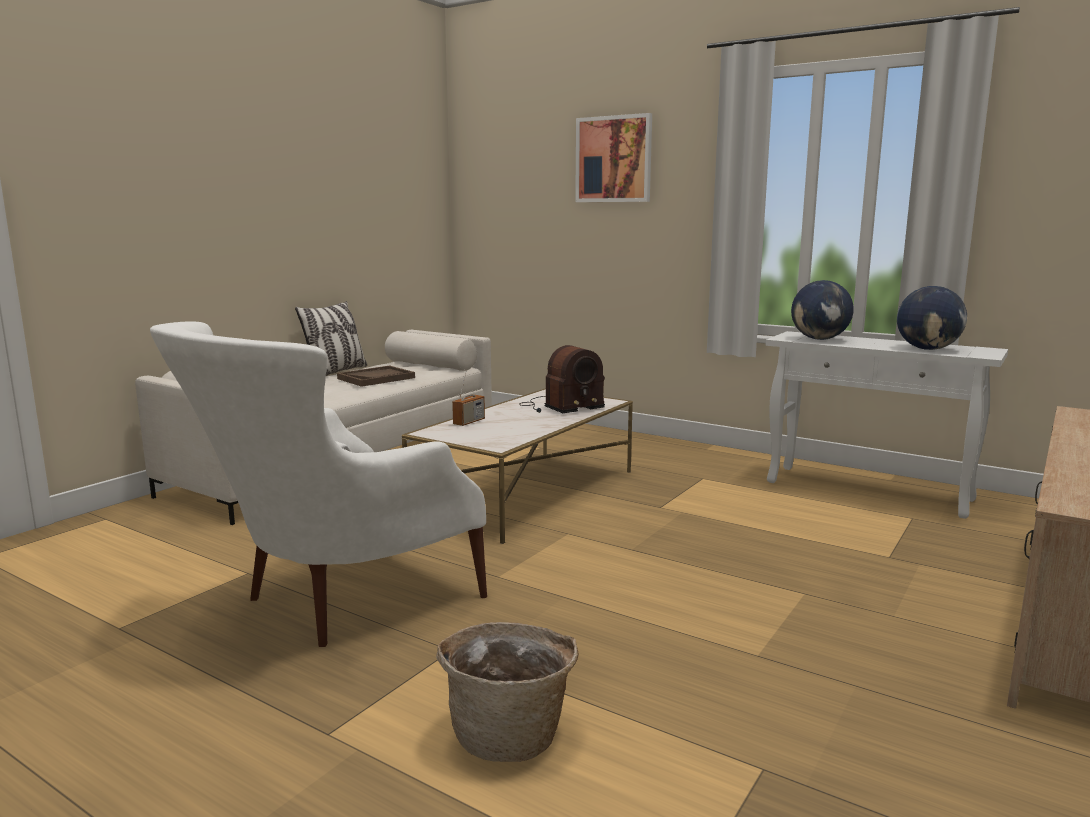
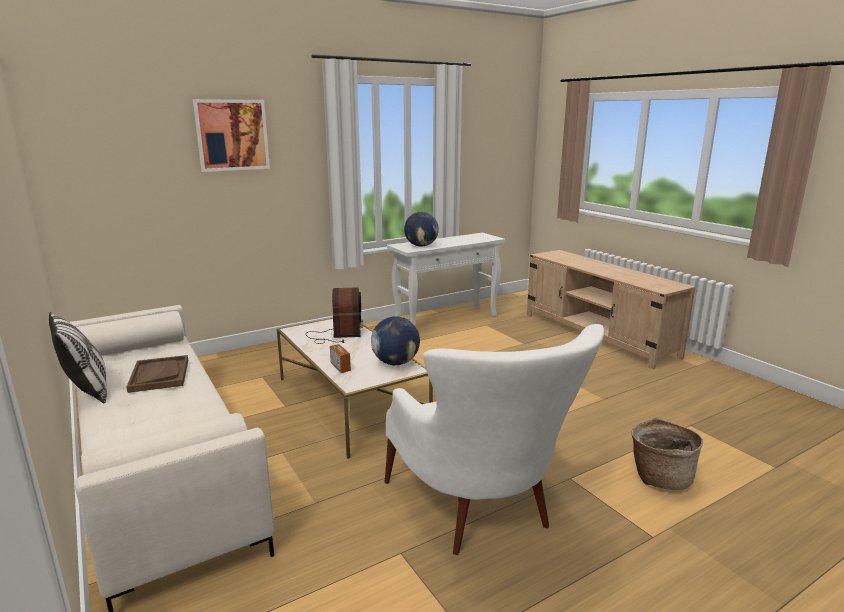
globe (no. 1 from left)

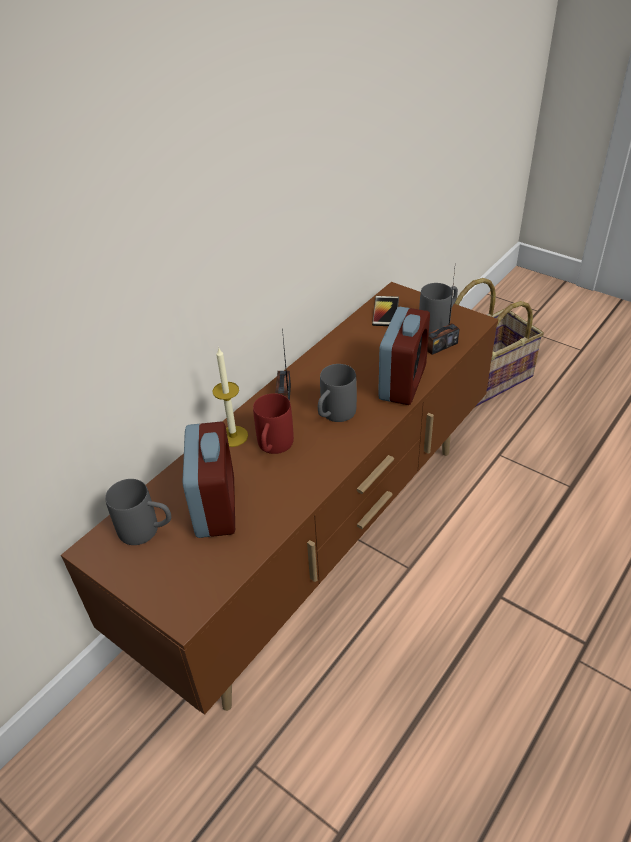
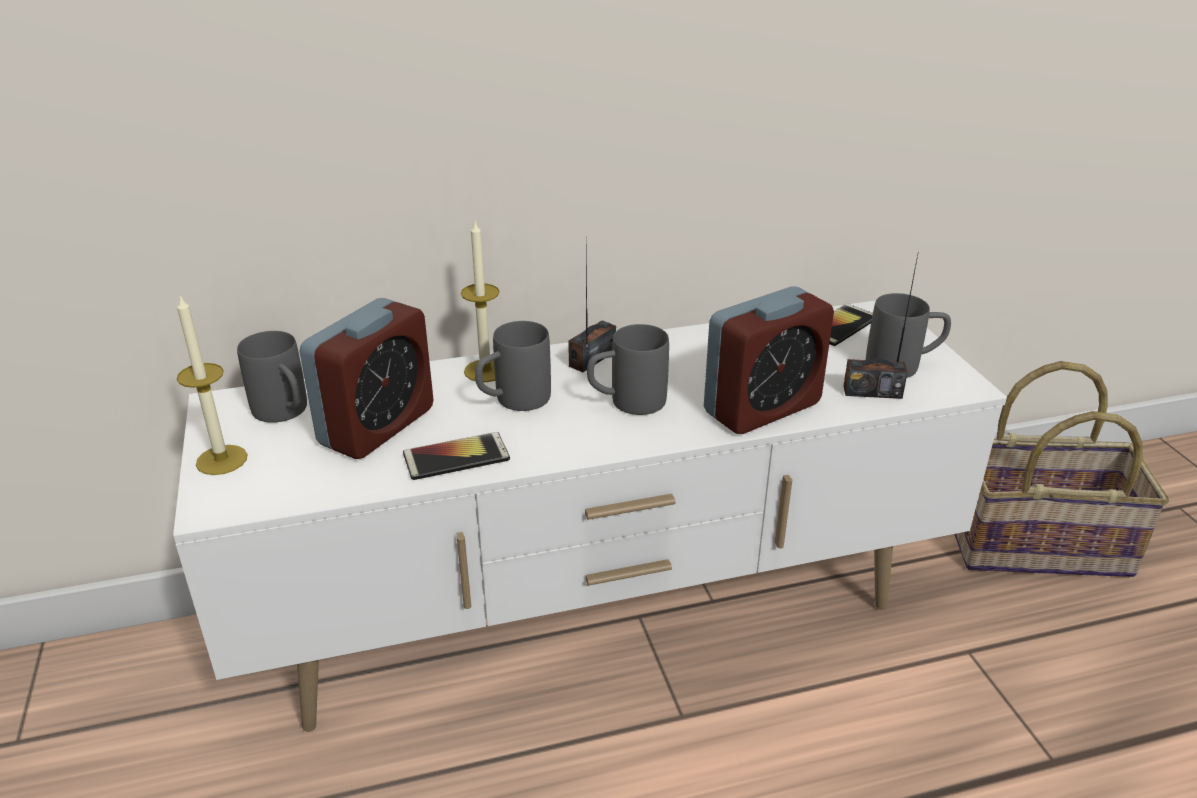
meuble télé (blanc)
mug (gris) (no. 2 from left)
bougie (no. 1 from left)
téléphone (no. 1 from left)

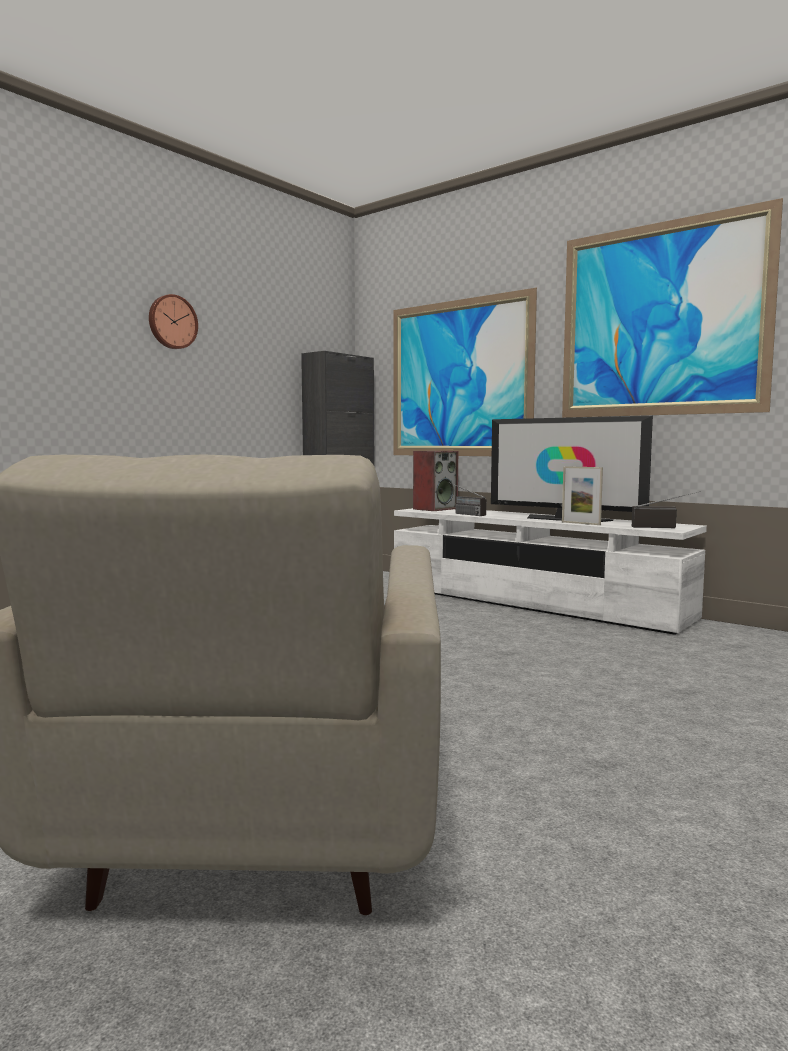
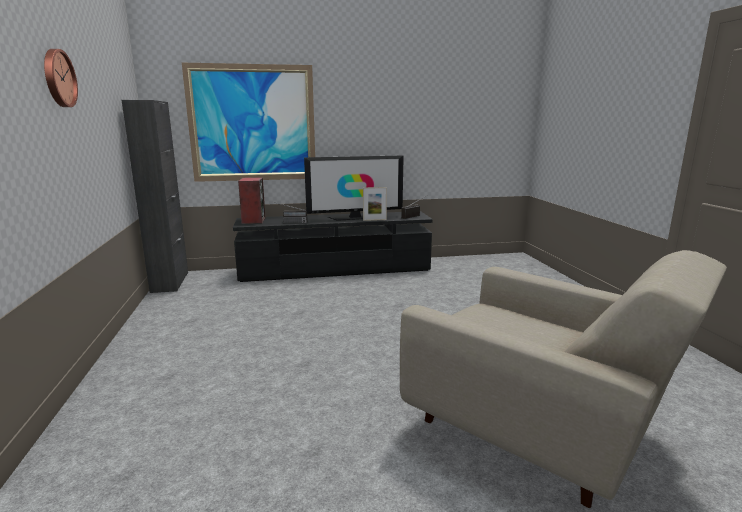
tableau (no. 2 from left in the first image)
meuble télé (noir)

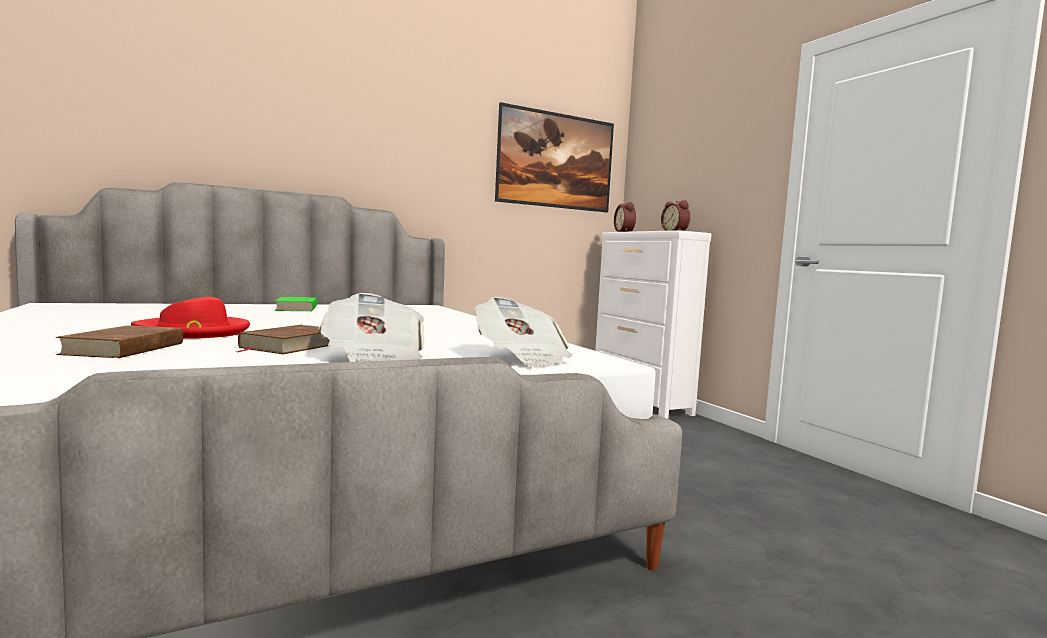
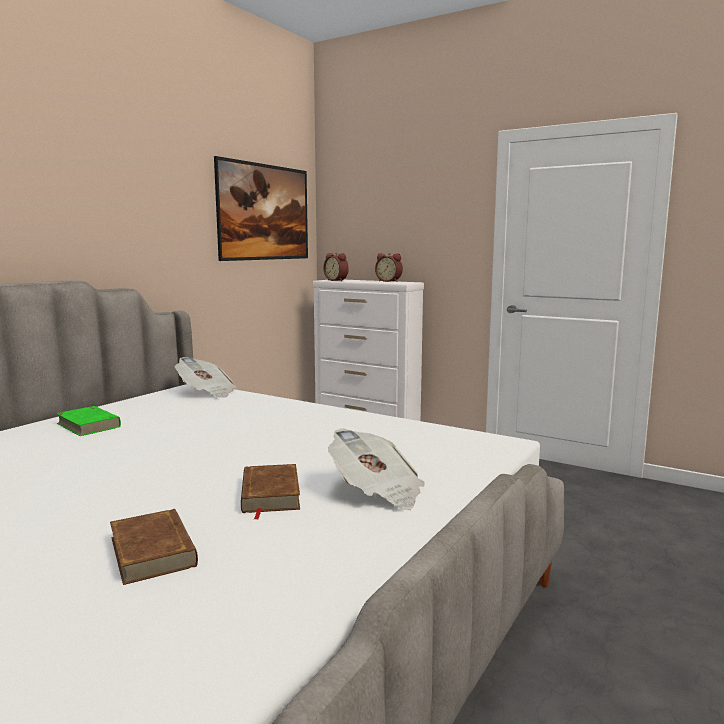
chapeau (rouge)
journal (no. 1 from left)

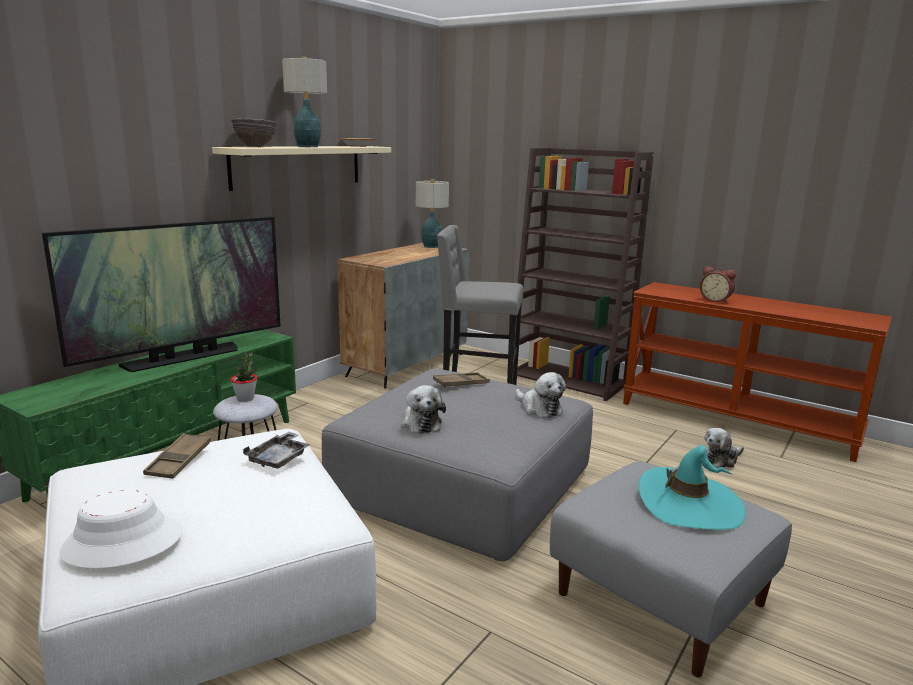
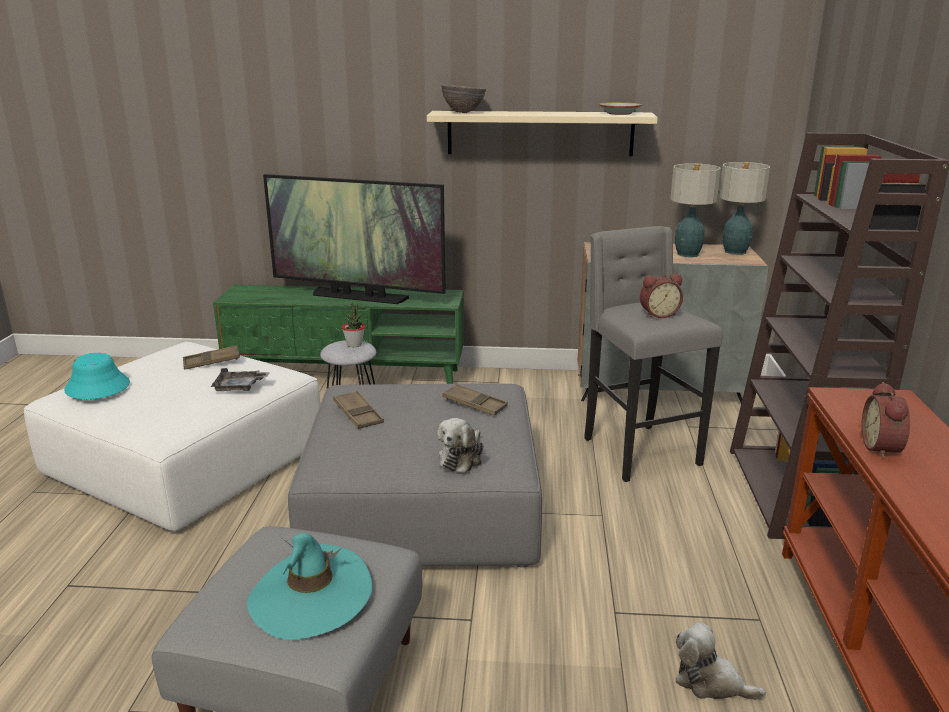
lampe de table (no. 1 from left)
plateau (marron) (no. 2 from left)
chapeau (turquoise) (no. 1 from left)
réveil (no. 1 from left)

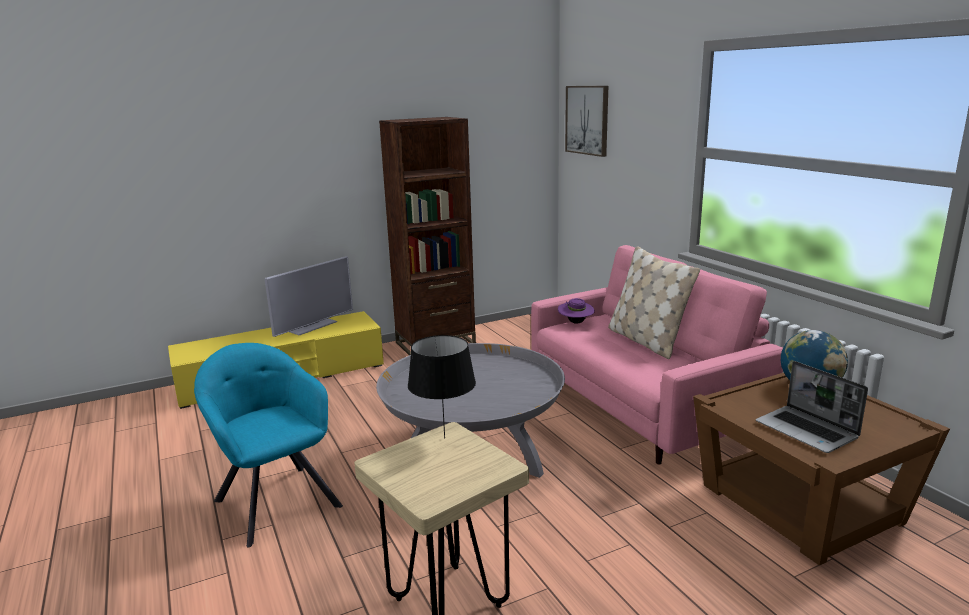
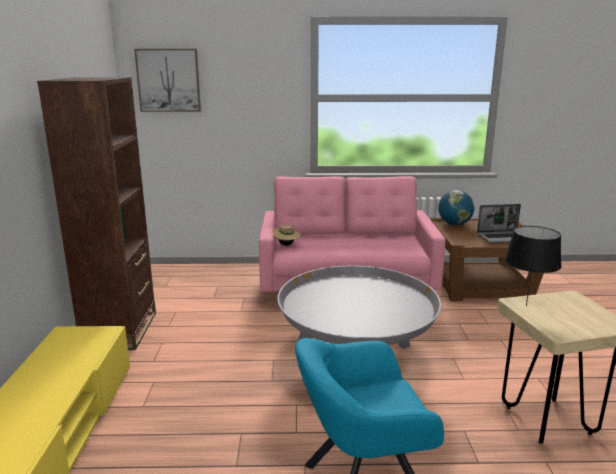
coussin (beige)
téléviseur
chapeau (beige)

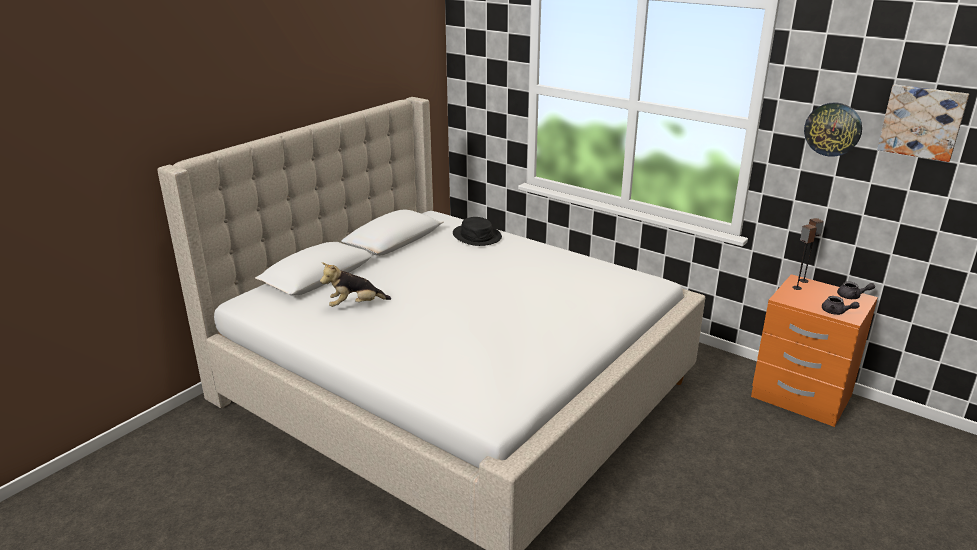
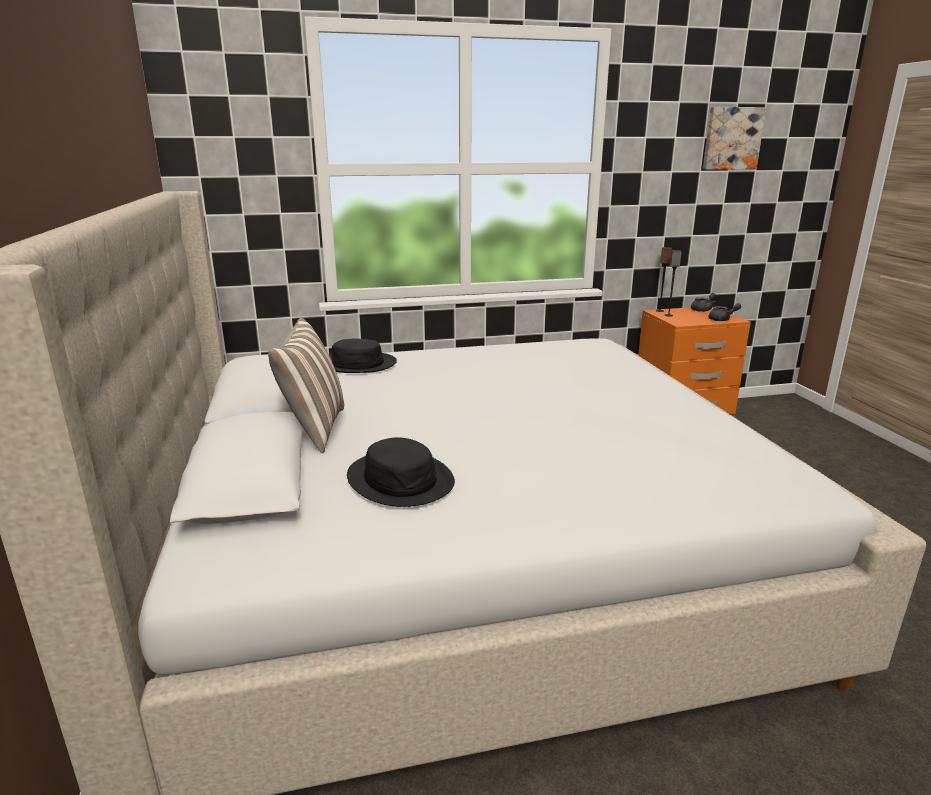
horloge murale
chapeau (noir) (no. 2 from left)
coussin

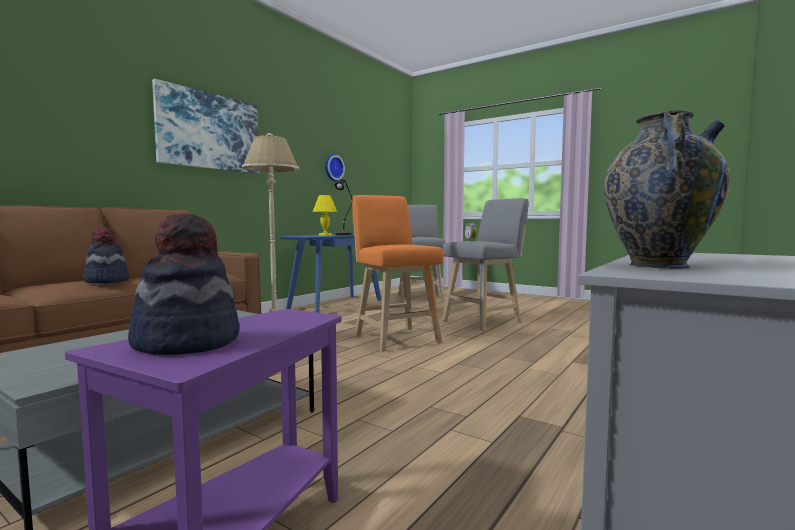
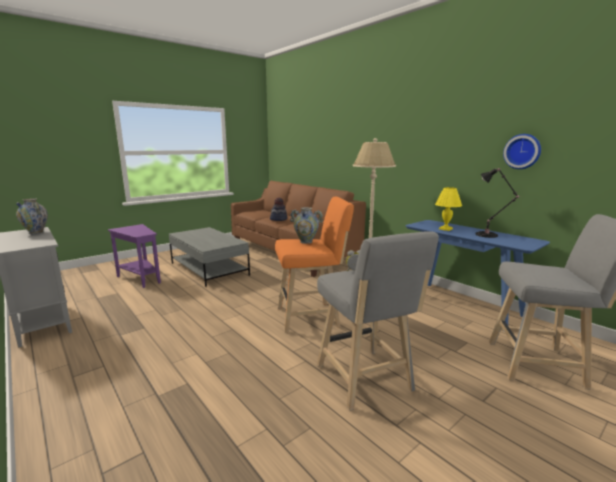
tableau
chapeau (no. 2 from left in the first image)
vase (no. 2 from left)

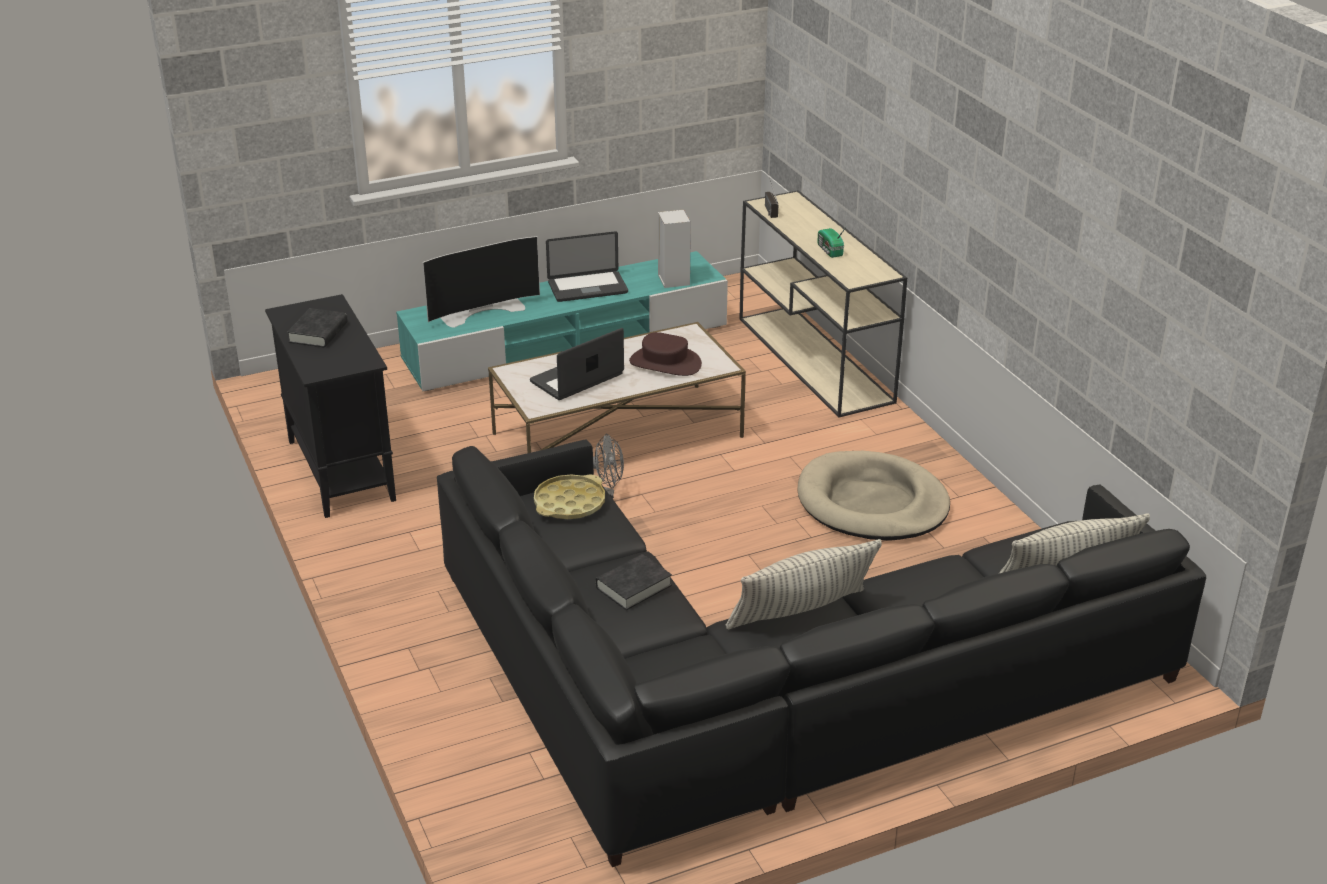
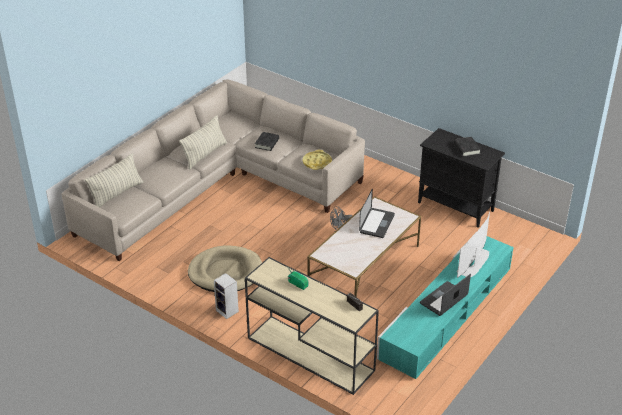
enceinte
chapeau (marron)
canapé (beige)

